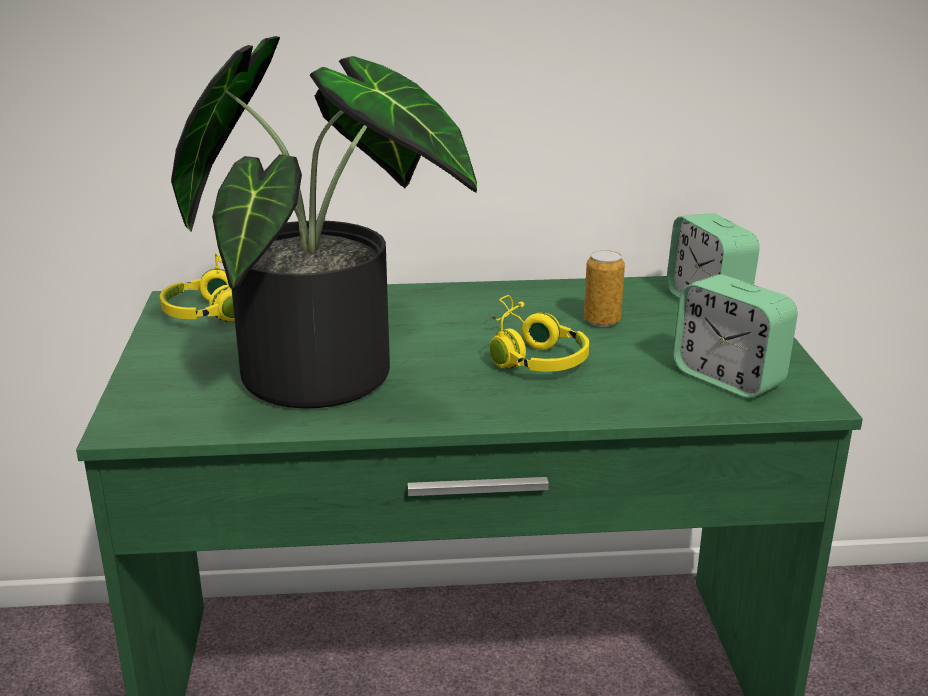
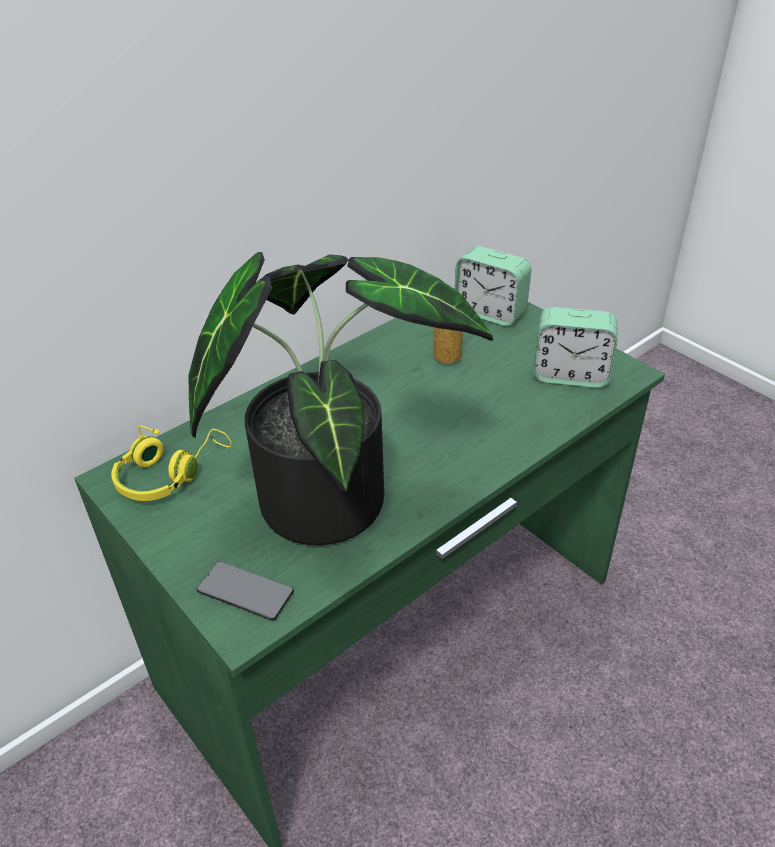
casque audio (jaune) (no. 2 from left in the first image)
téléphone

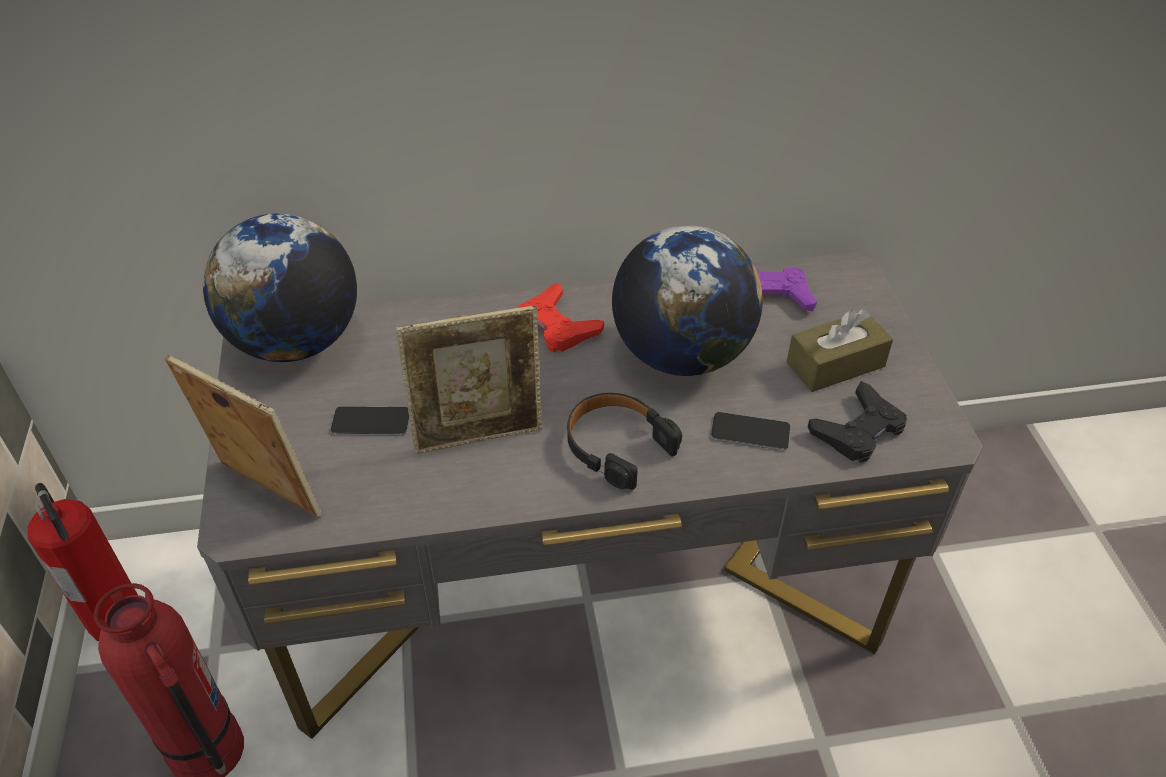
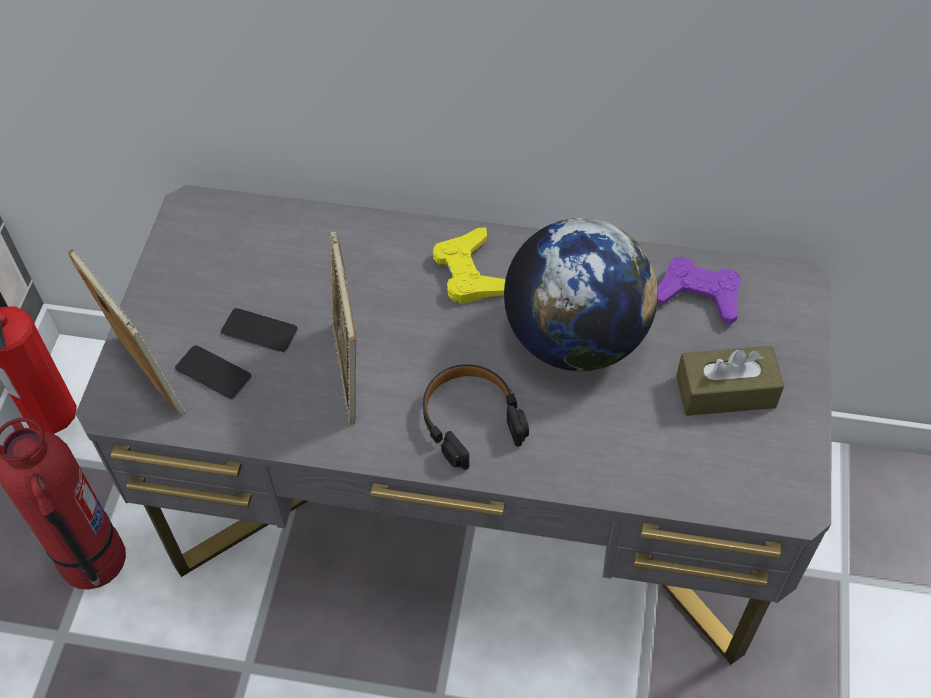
globe (no. 1 from left in the first image)
manette (jaune)
cadre photo (no. 2 from left)
manette (noir)
téléphone (no. 1 from left)

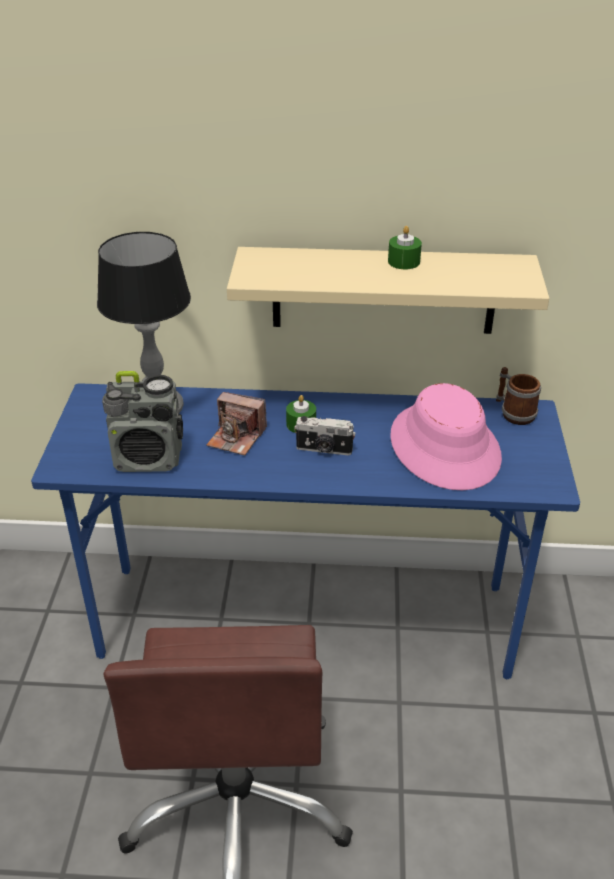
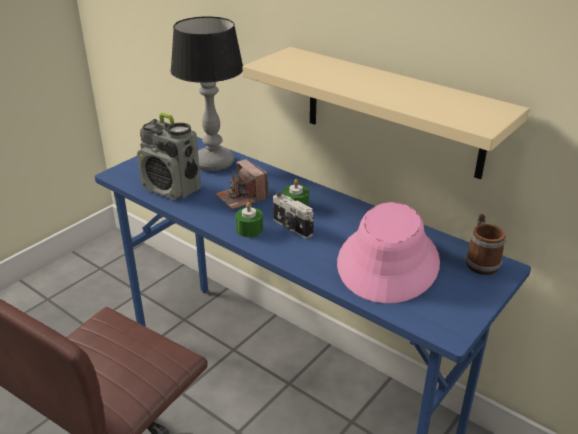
bougie (vert) (no. 1 from left)

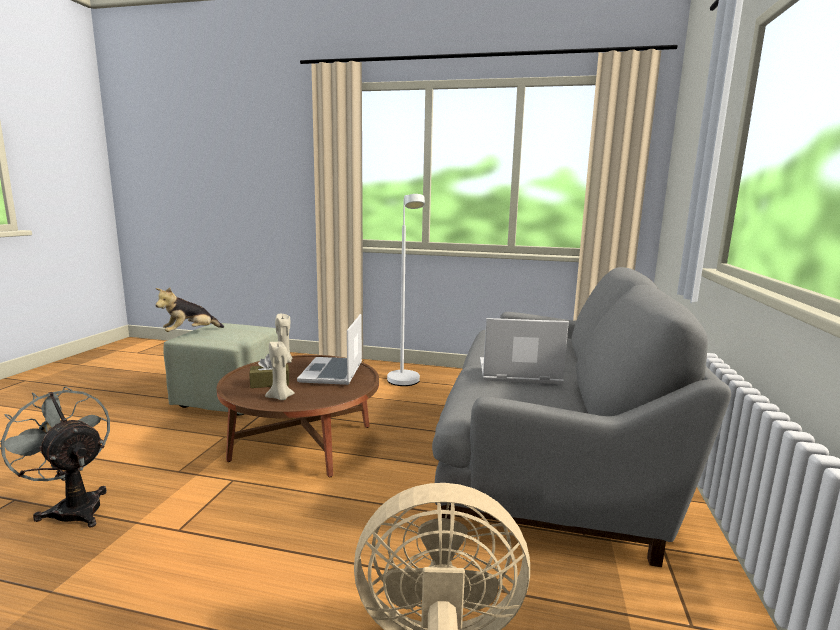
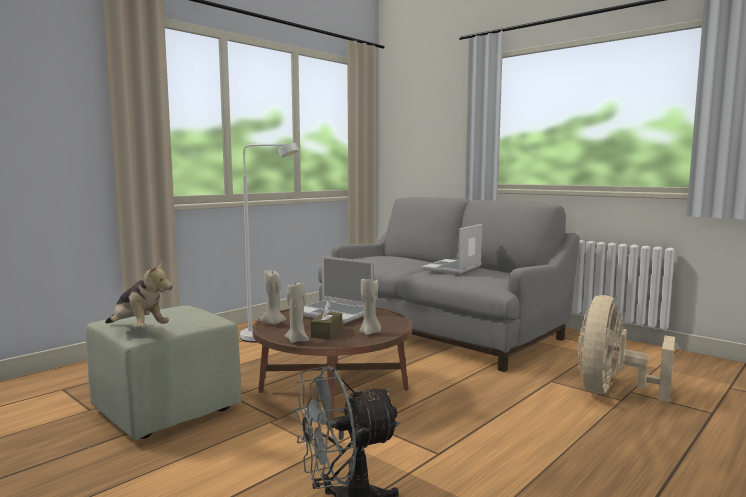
peluche
bougie (beige) (no. 2 from left)

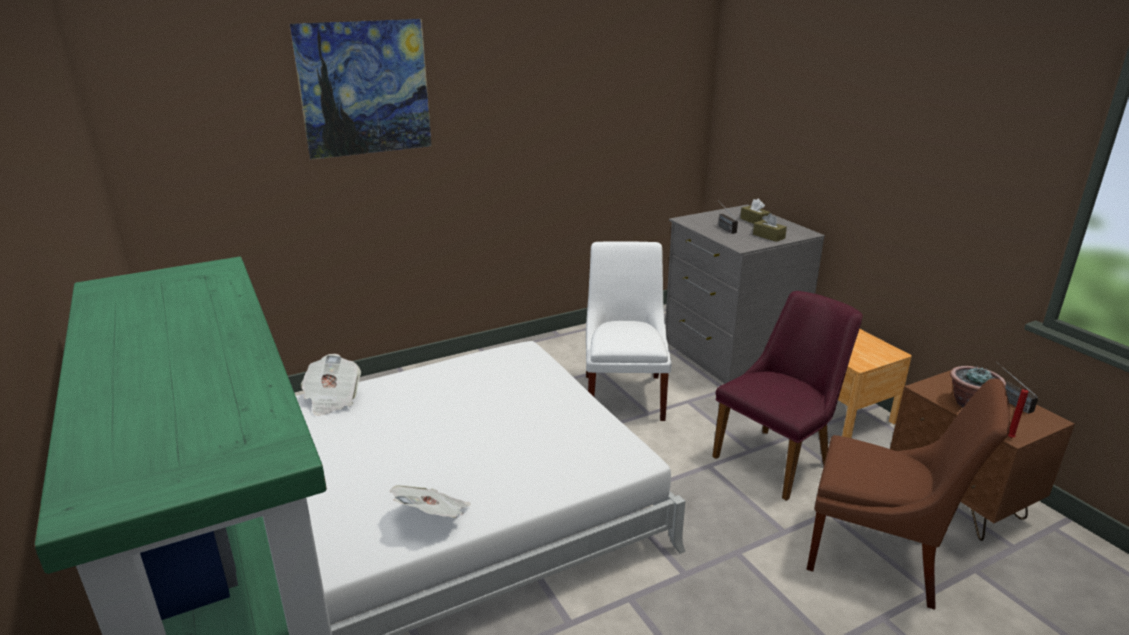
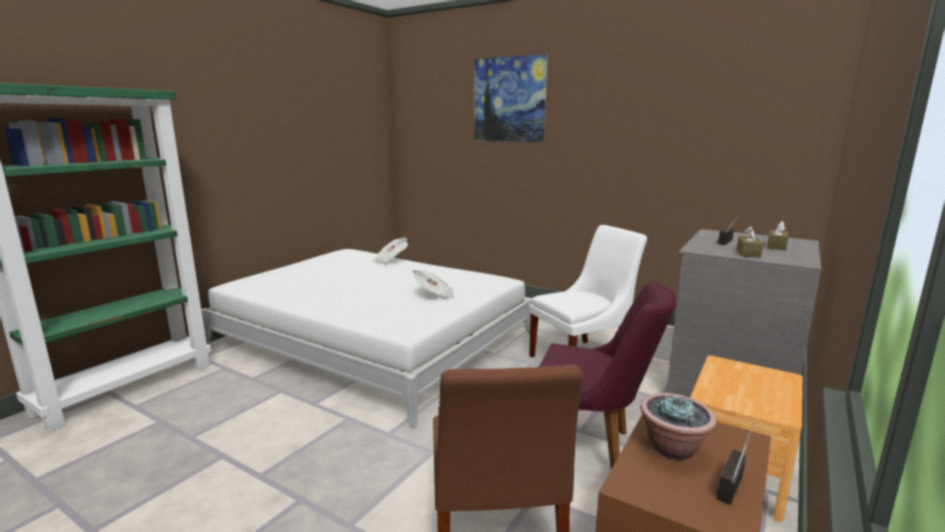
bougie (rouge)
journal (no. 2 from left)

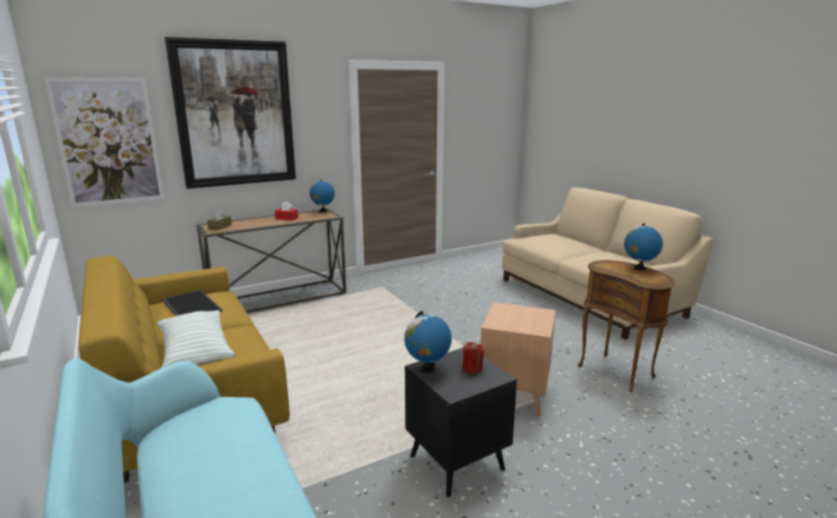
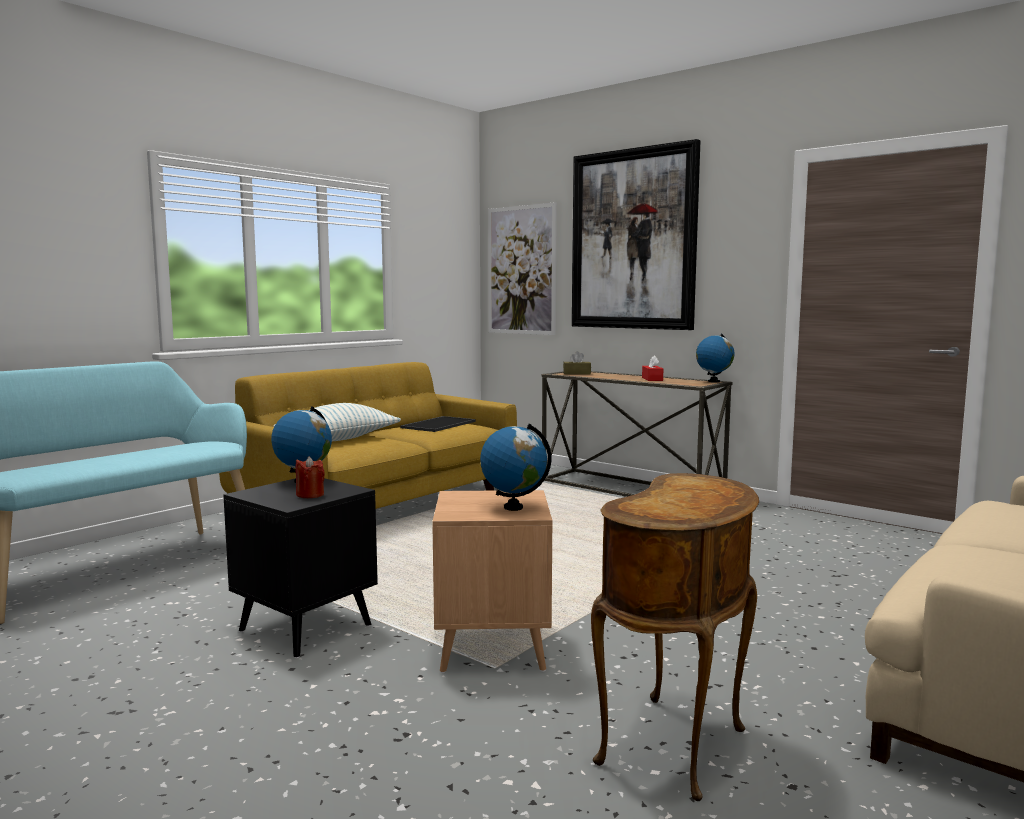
globe (no. 2 from left)

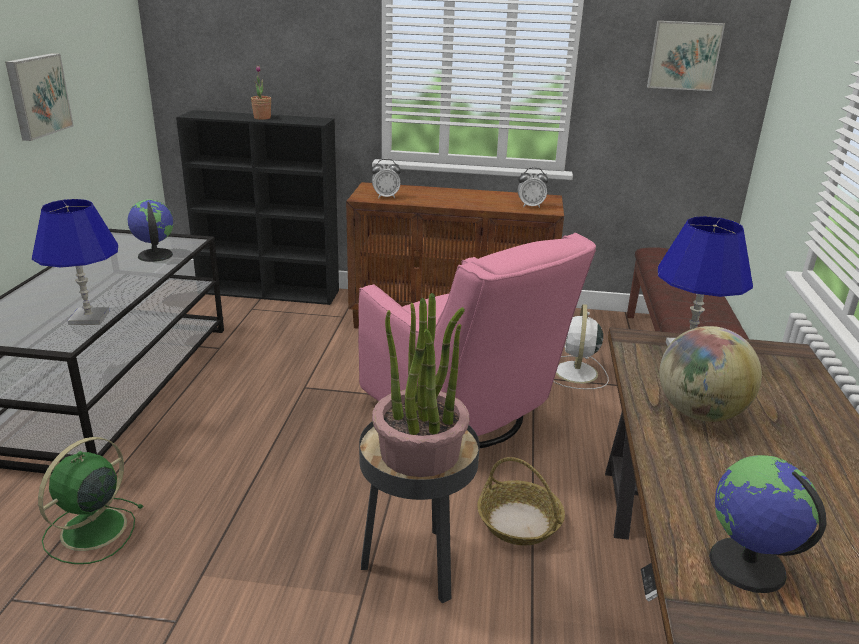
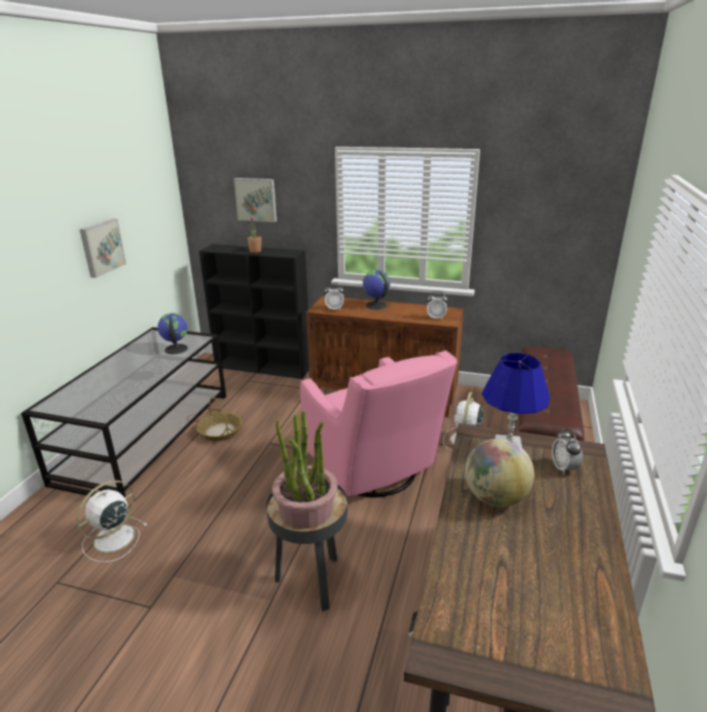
tableau (no. 2 from left)
lampe de table (bleu) (no. 1 from left in the first image)
ventilateur (blanc) (no. 1 from left)
globe (no. 2 from left)
panier
réveil (no. 3 from left)

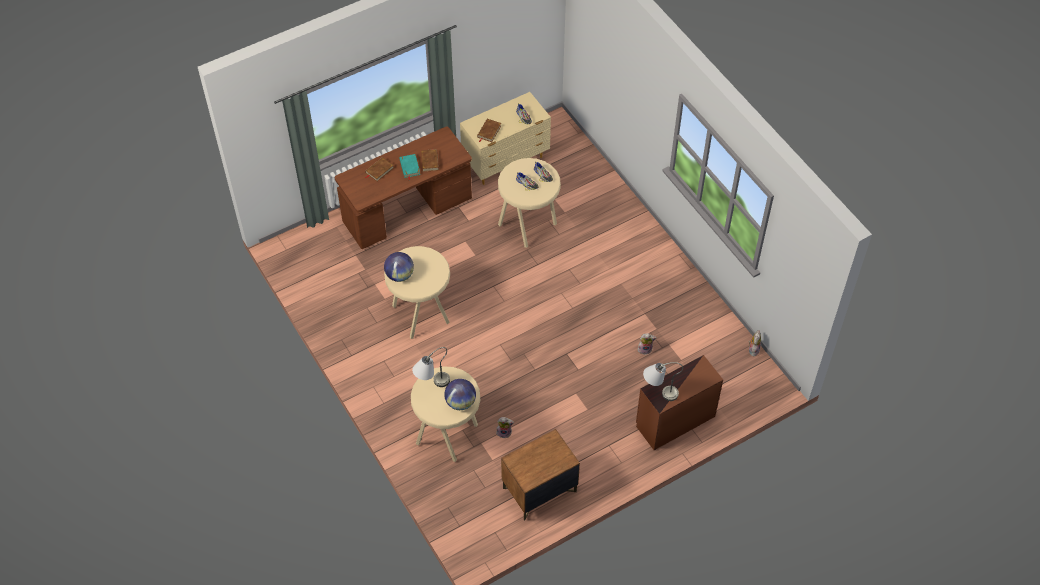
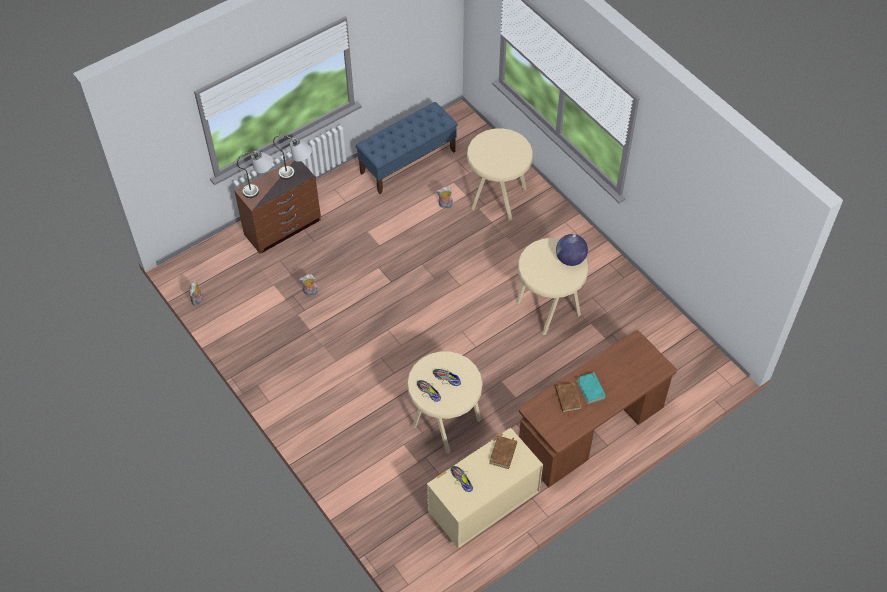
livre (marron) (no. 1 from left in the first image)
lampe de table (gris) (no. 1 from left)
globe (no. 2 from left in the first image)
banc (bleu)

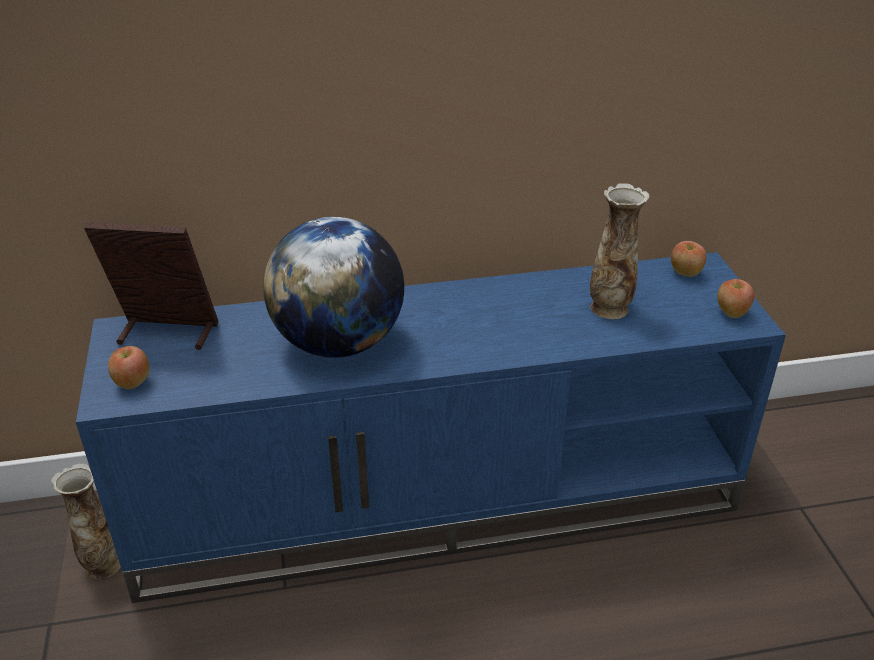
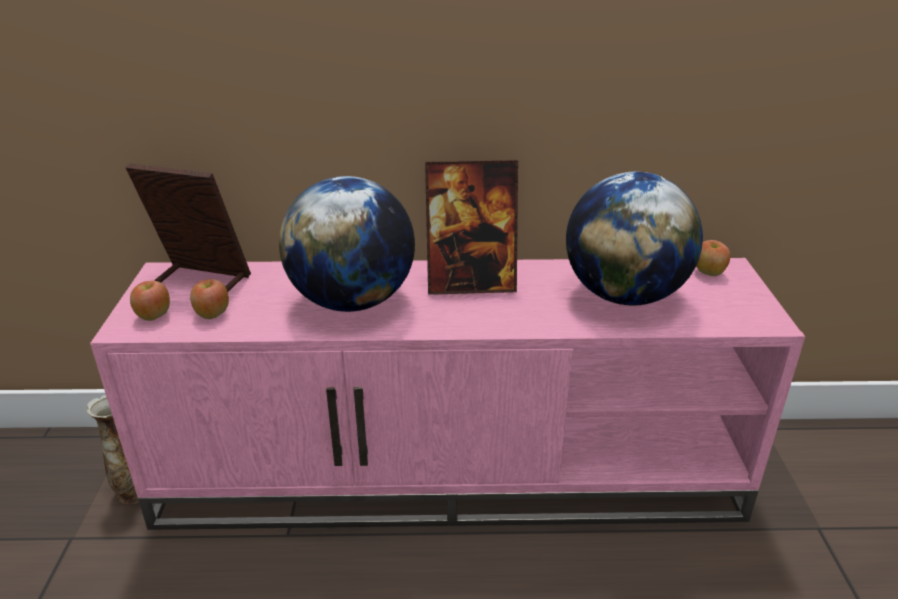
globe (no. 2 from left)
meuble télé (rose)
pomme (no. 2 from left)
cadre photo (no. 2 from left)

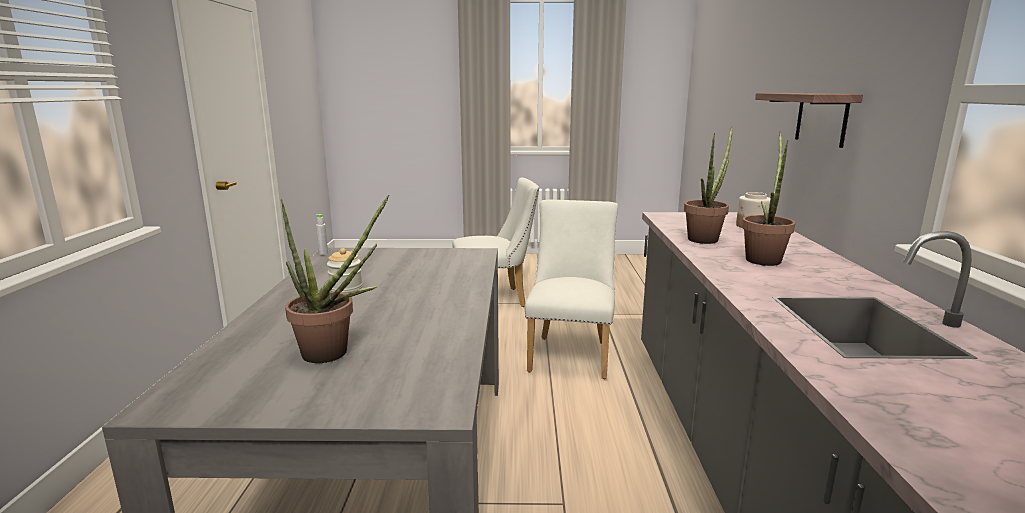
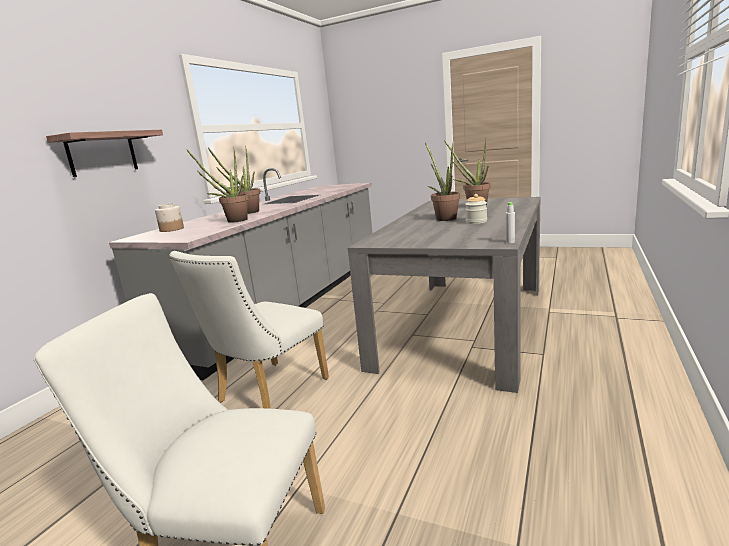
plante en pot (no. 3 from left)

